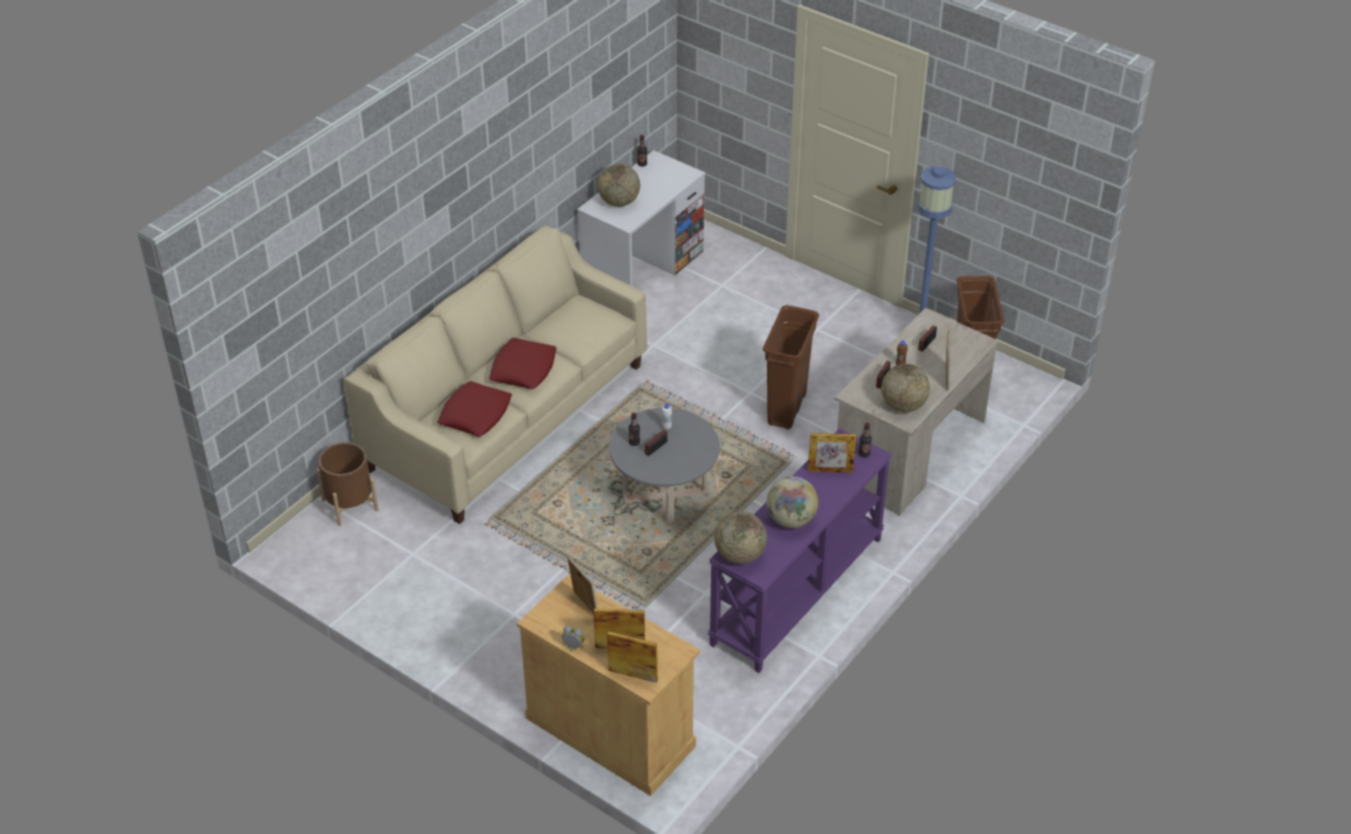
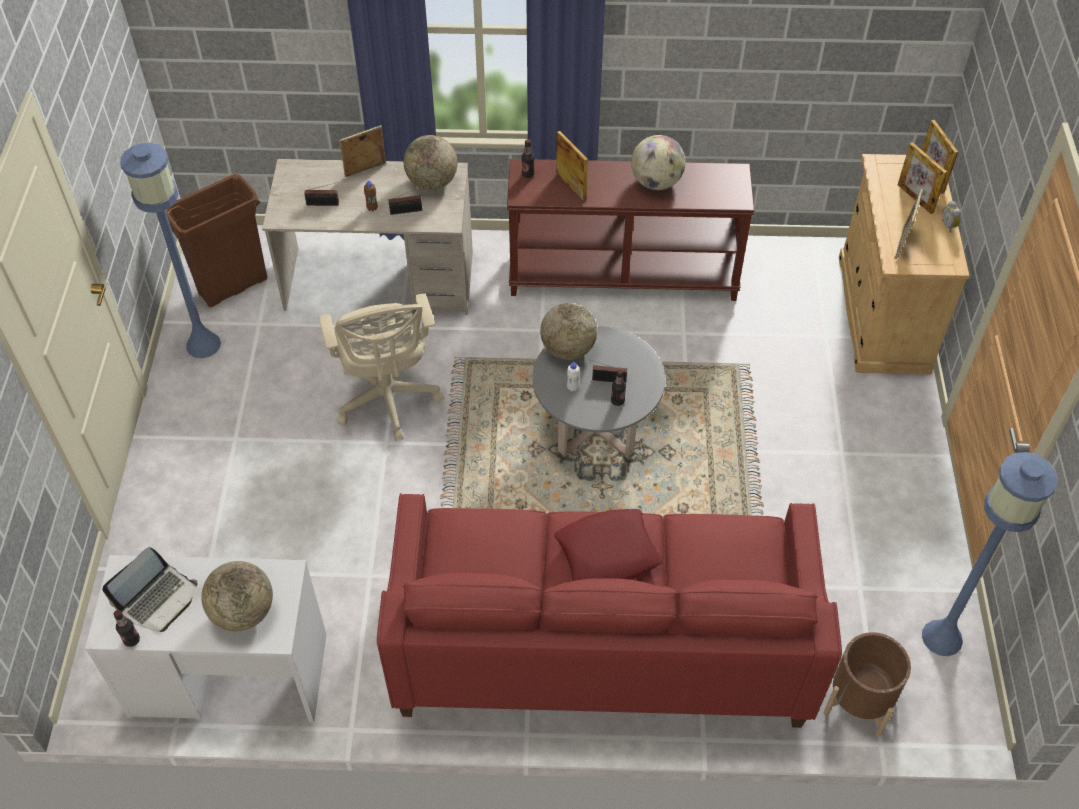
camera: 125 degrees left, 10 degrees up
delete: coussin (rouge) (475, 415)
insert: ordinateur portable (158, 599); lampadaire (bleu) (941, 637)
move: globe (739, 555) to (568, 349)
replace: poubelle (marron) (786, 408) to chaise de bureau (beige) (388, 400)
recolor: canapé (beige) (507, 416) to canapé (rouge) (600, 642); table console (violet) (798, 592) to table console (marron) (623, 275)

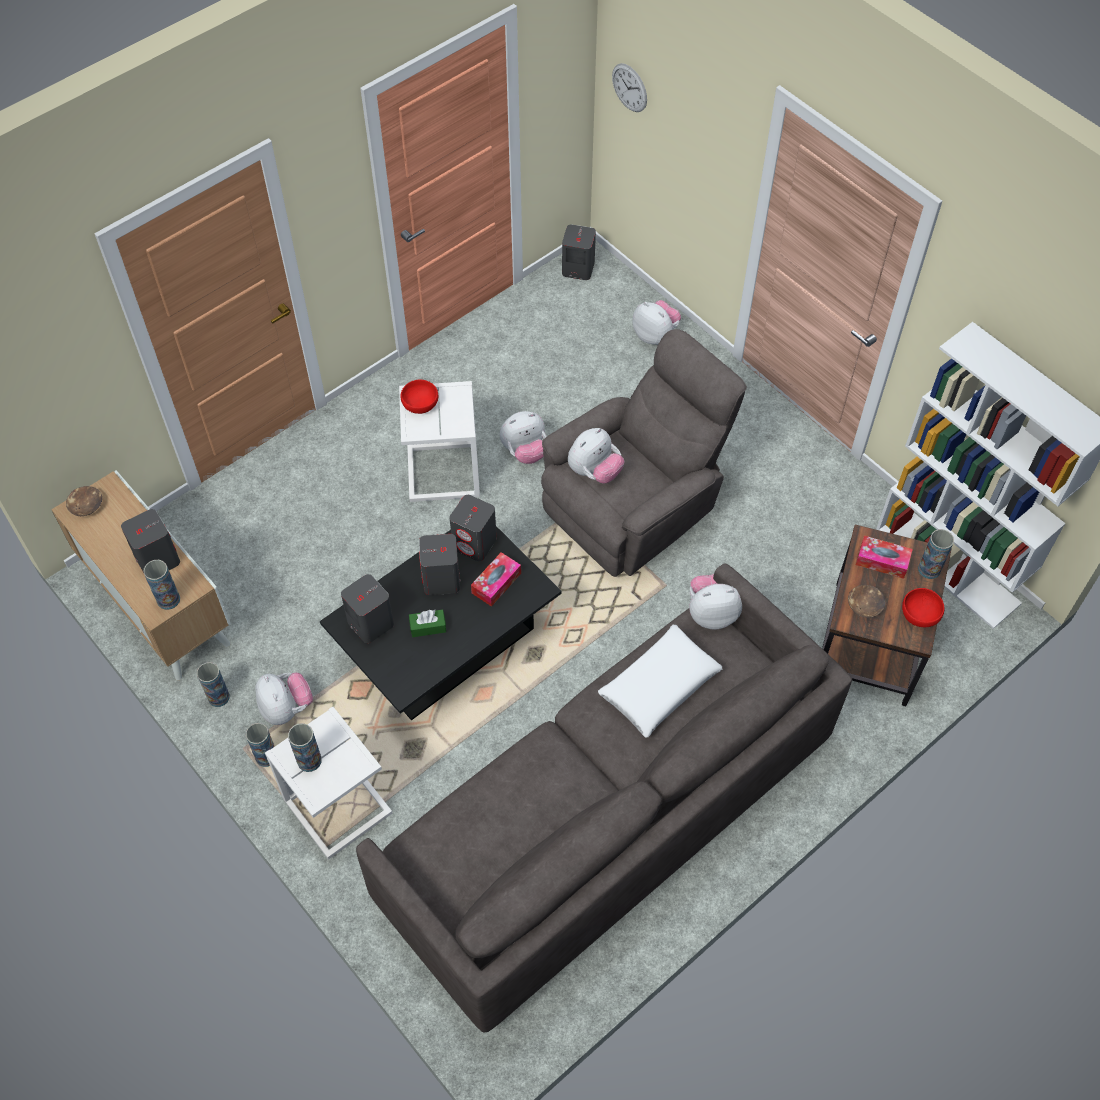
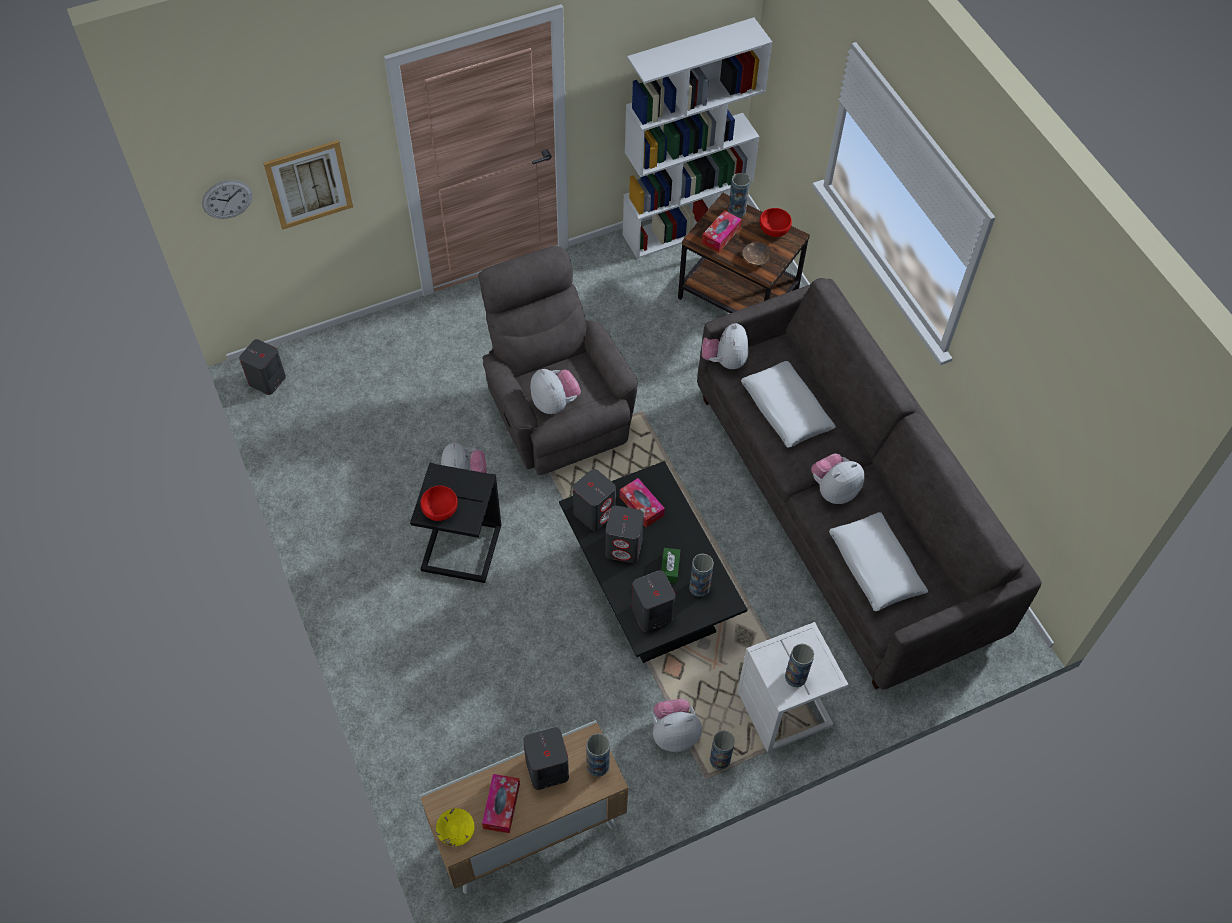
camera: 75 degrees left, 0 degrees up
insert: tableau (309, 184); boîte à mouchoirs (501, 806); coussin (blanc) (875, 566)
move: vase (218, 697) to (699, 587); peluche (655, 335) to (834, 490)
recolor: bol (marron) (86, 505) to bol (jaune) (455, 830); table d'appoint (blanc) (441, 472) to table d'appoint (noir) (460, 549)

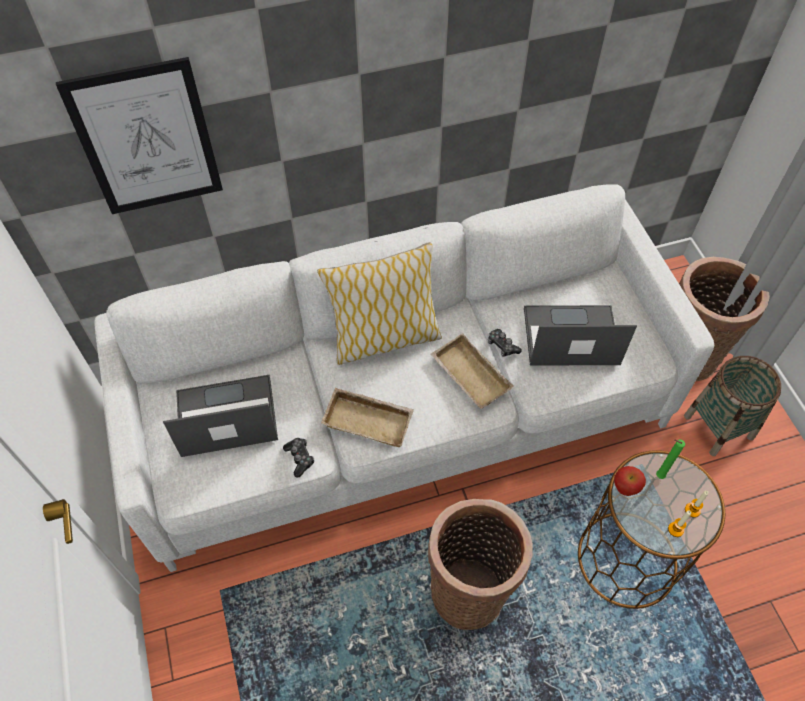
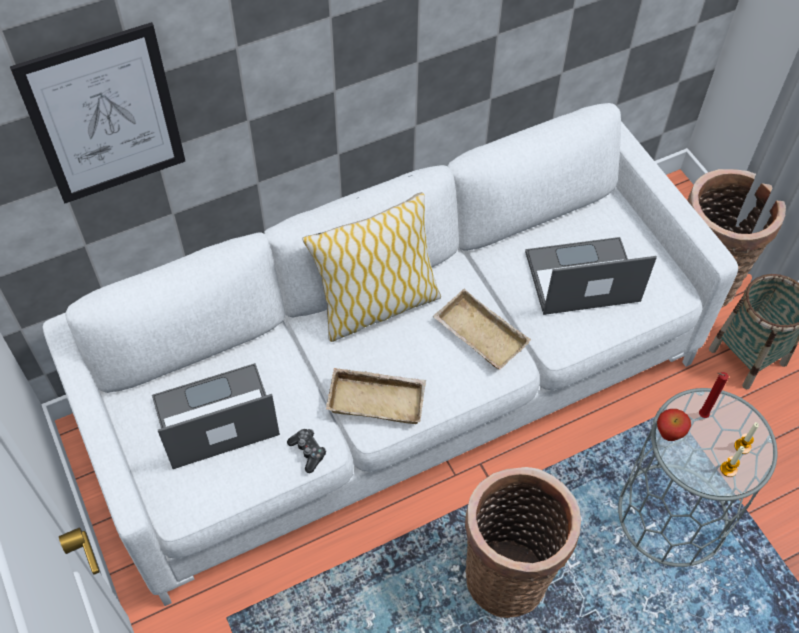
camera: 10 degrees left, 0 degrees up
delete: manette (502, 346)
recolor: table d'appoint (marron) (627, 559) to table d'appoint (gris) (673, 515); bougie (vert) (658, 476) to bougie (rouge) (701, 415)

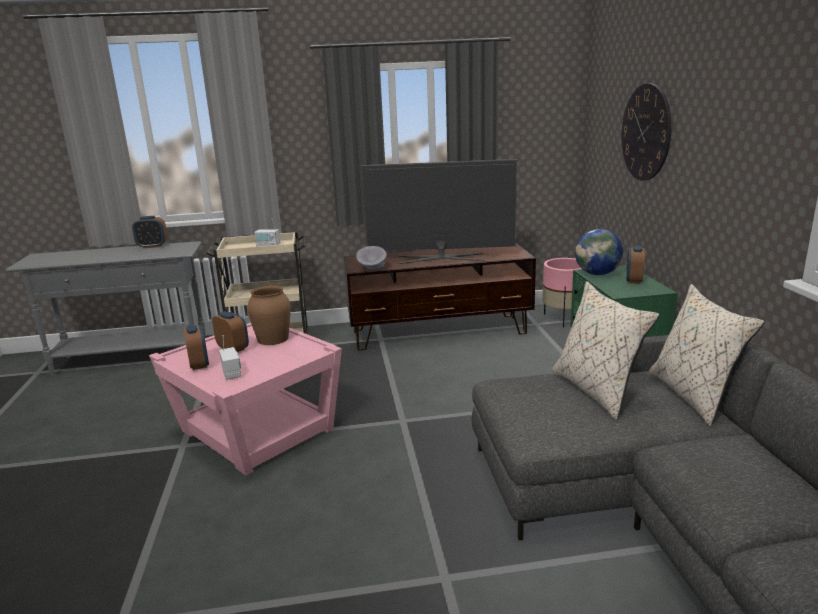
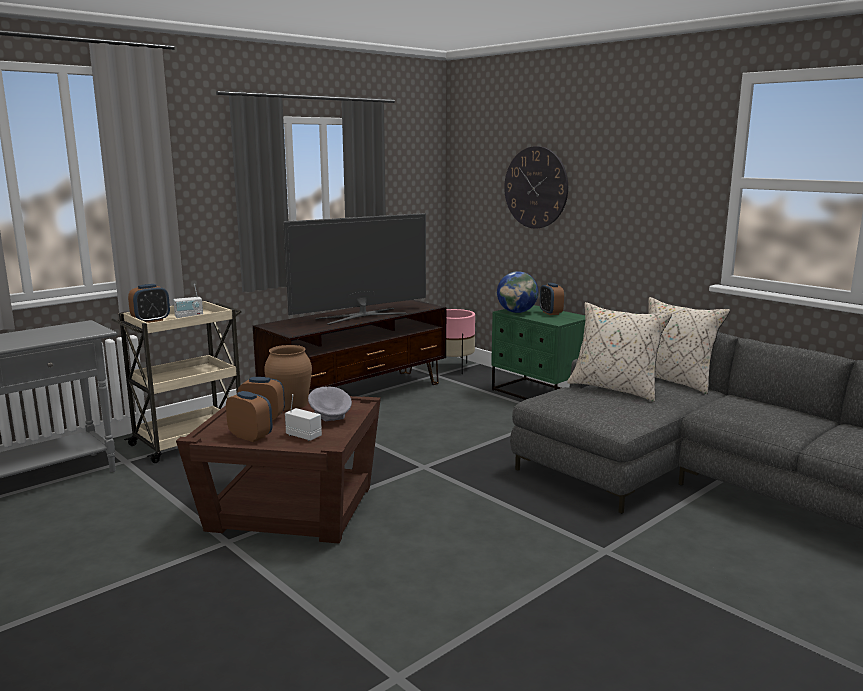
camera: 35 degrees left, 5 degrees down
move: réveil (152, 246) to (151, 321); bol (gris) (372, 269) to (331, 420)
recolor: table d'appoint (rose) (256, 430) to table d'appoint (marron) (291, 509)

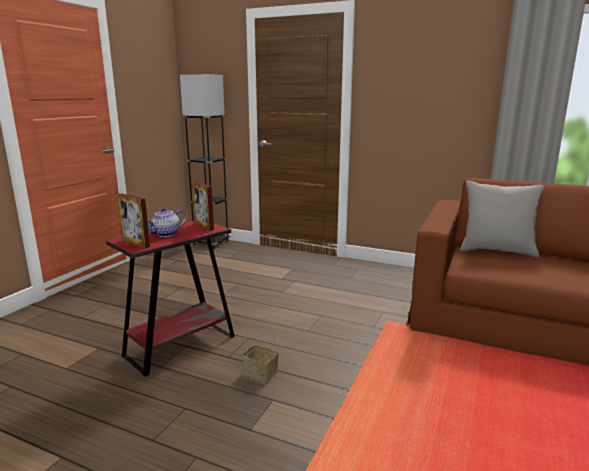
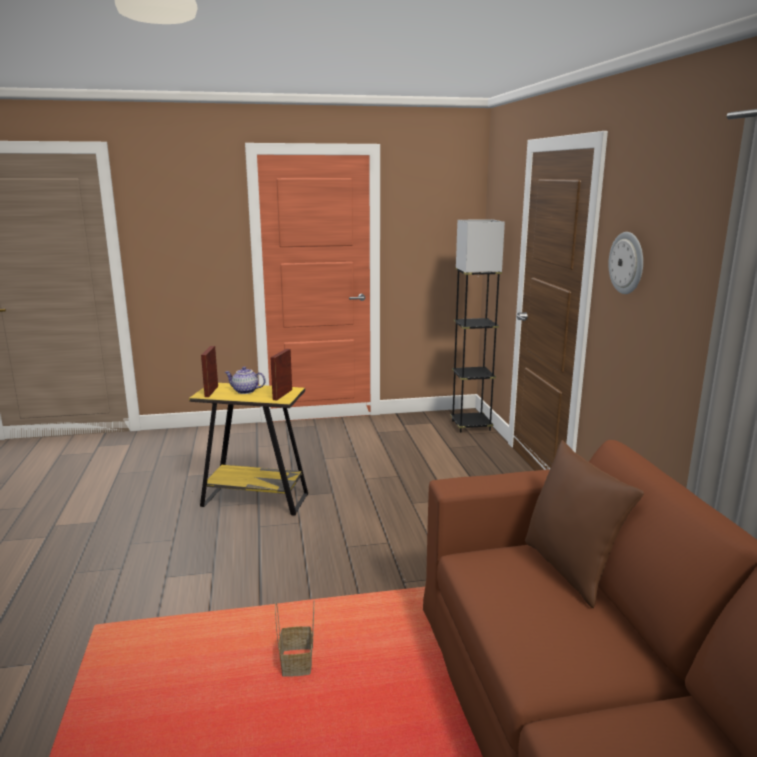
camera: 55 degrees right, 0 degrees up
insert: horloge murale (627, 263)
move: panier (262, 372) to (297, 665)
recolor: table d'appoint (rouge) (180, 346) to table d'appoint (jaune) (255, 500); coussin (gris) (497, 250) to coussin (marron) (571, 569)

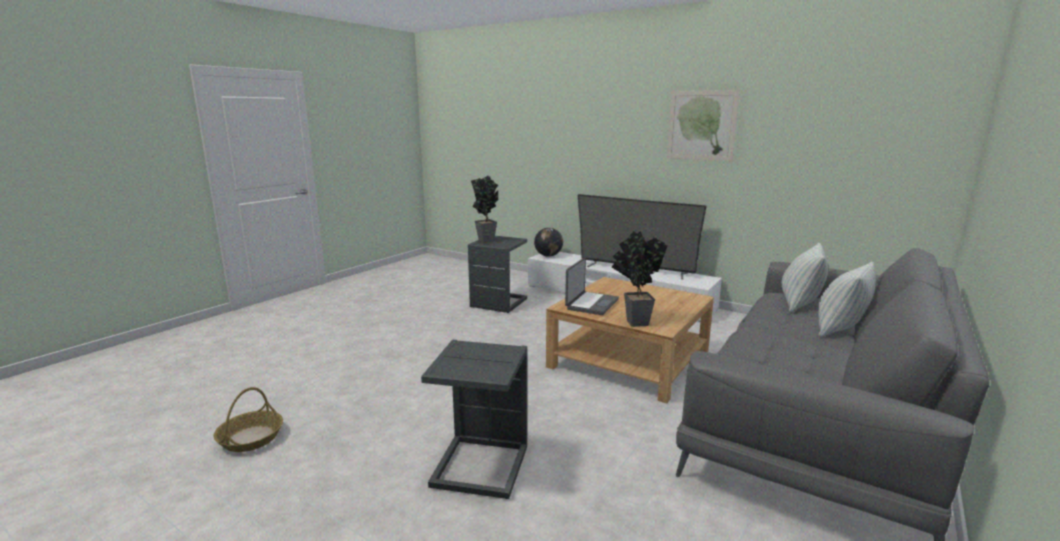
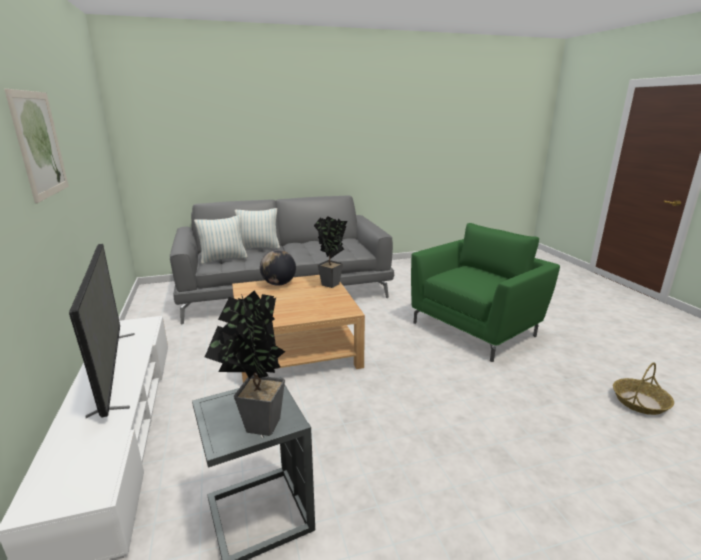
camera: 140 degrees left, 5 degrees up
delete: ordinateur portable (591, 304)
move: globe (548, 256) to (278, 284)
replace: table d'appoint (gris) (478, 468) to fauteuil (vert) (475, 329)

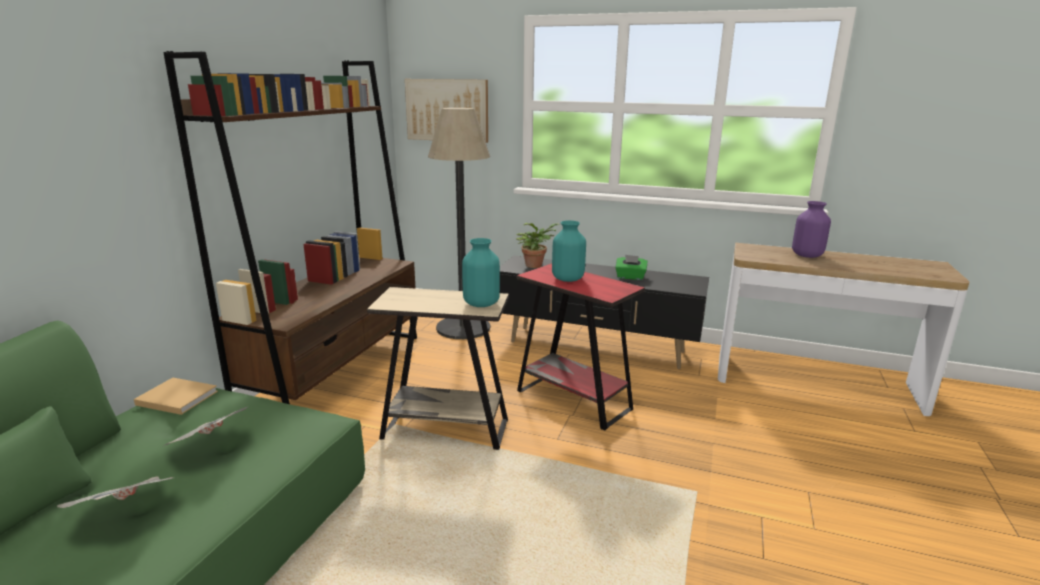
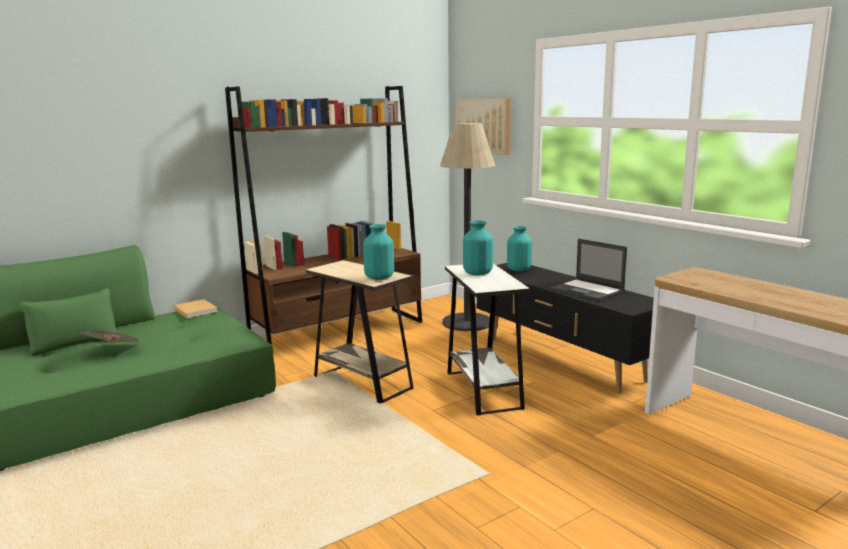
camera: 35 degrees right, 5 degrees down
delete: journal (209, 445); vase (violet) (807, 255)
replace: plante en pot (535, 265) to vase (turquoise) (519, 270); boîte à mouchoirs (vert) (630, 277) to ordinateur portable (588, 290)
recolor: table d'appoint (rouge) (573, 400) to table d'appoint (blanc) (483, 390)

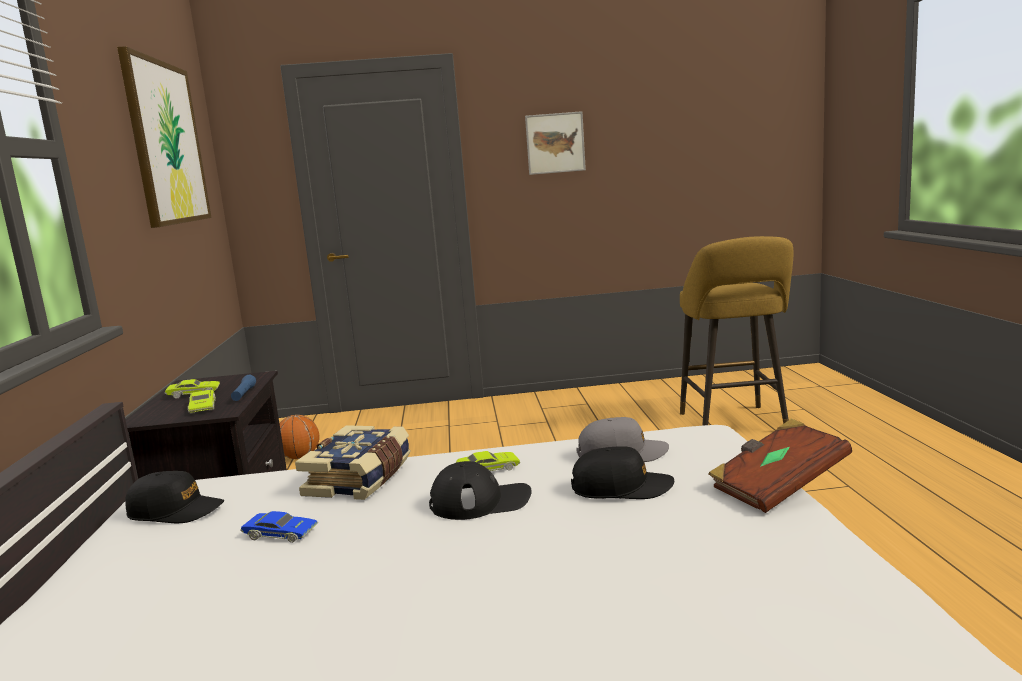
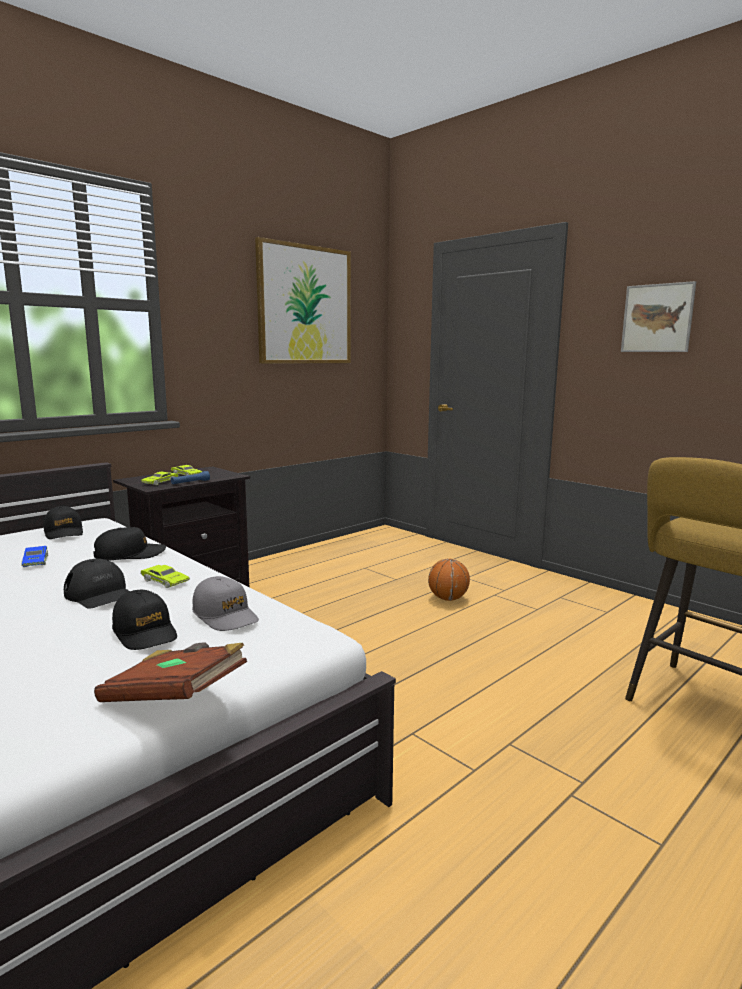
camera: 50 degrees right, 0 degrees up
move: ballon de basket (300, 457) to (448, 599)
replace: livre (361, 479) to casquette (noir) (130, 554)

